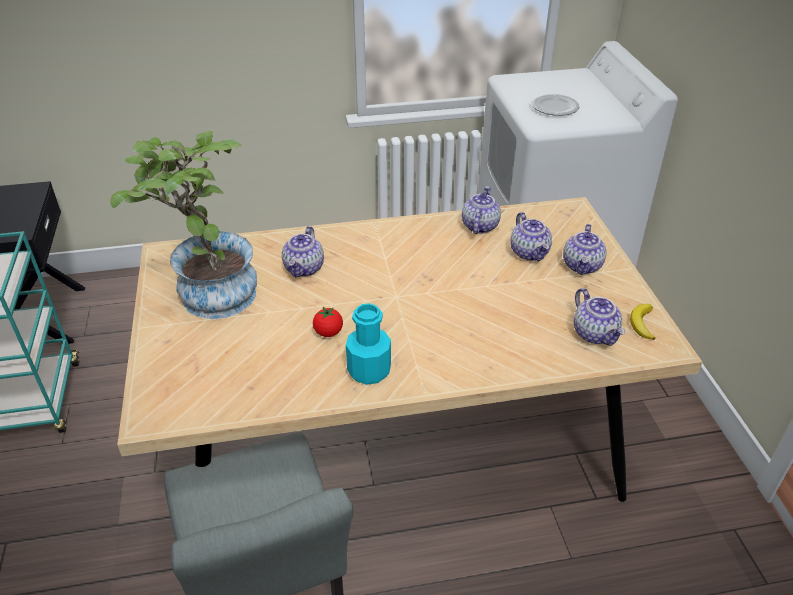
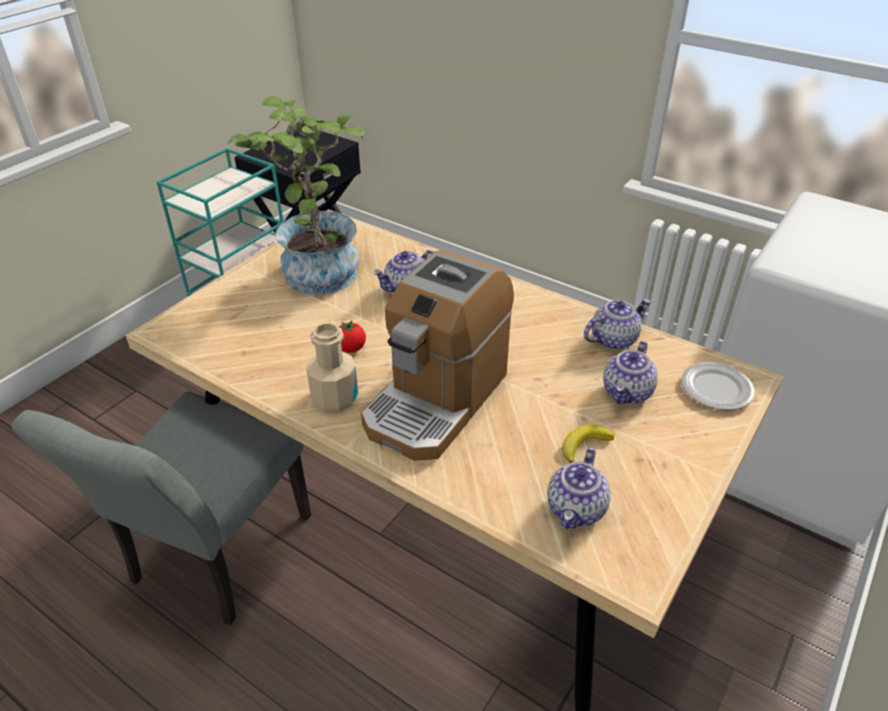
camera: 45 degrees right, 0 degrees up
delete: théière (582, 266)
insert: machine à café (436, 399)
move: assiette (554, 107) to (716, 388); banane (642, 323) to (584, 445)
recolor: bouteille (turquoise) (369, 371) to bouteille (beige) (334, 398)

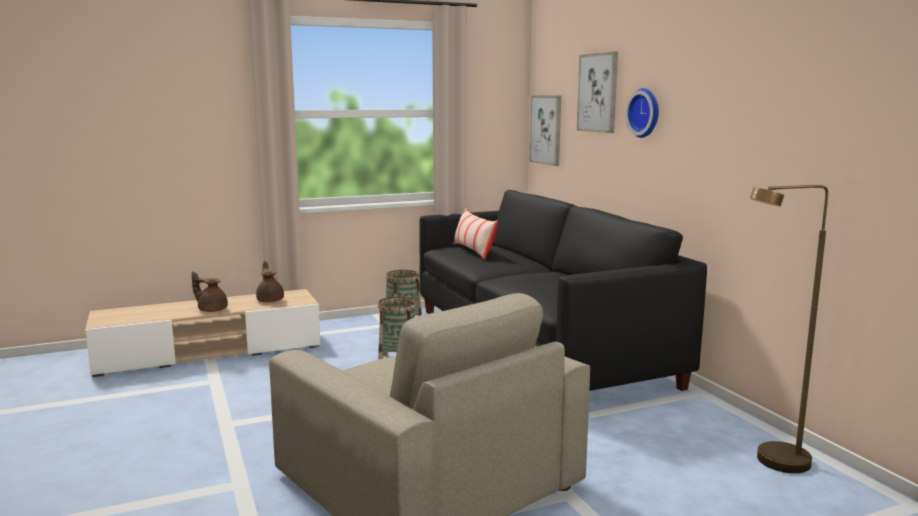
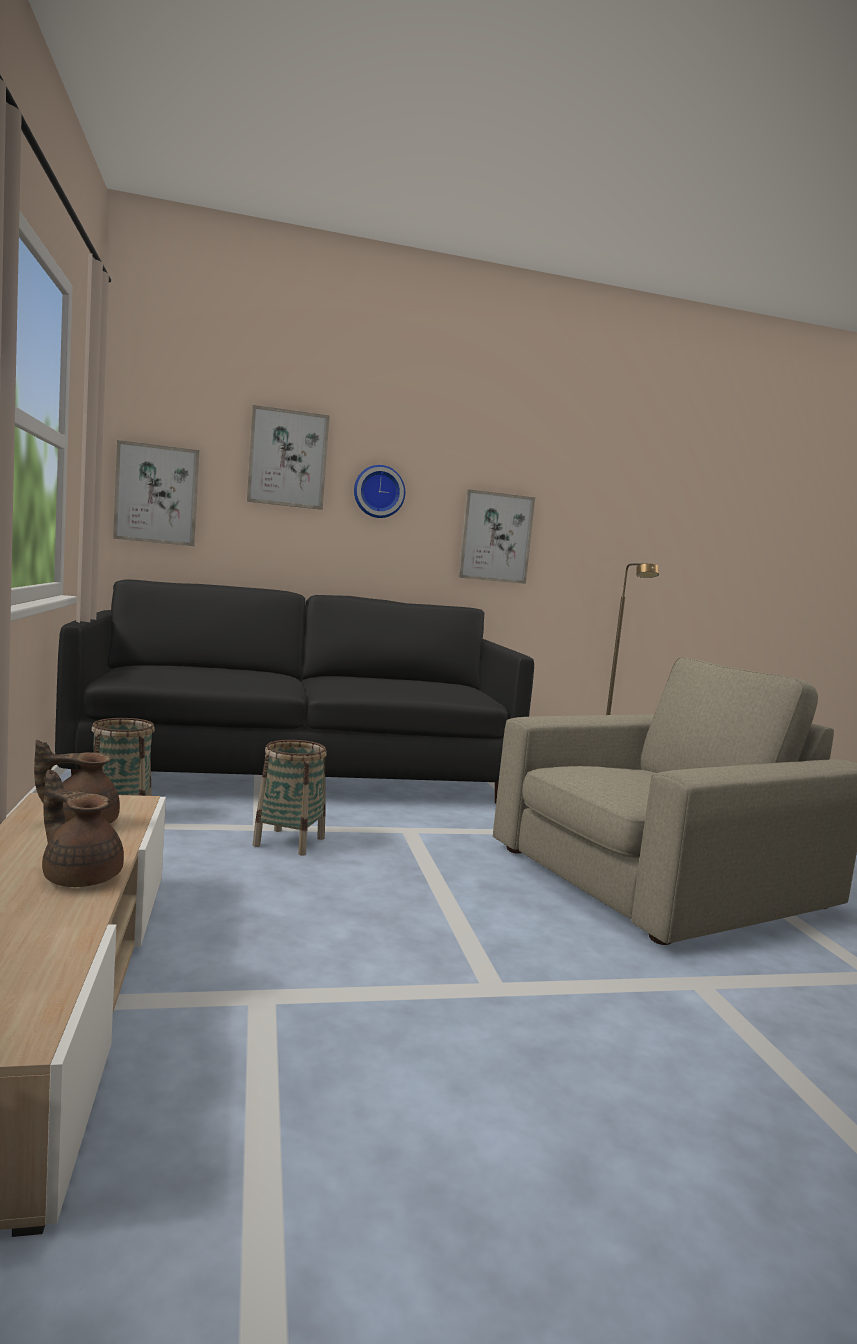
camera: 80 degrees left, 5 degrees down
delete: coussin (473, 251)
insert: tableau (496, 537)
rotate: théière (marron) (212, 309) = (80, 876) 90 degrees clockwise

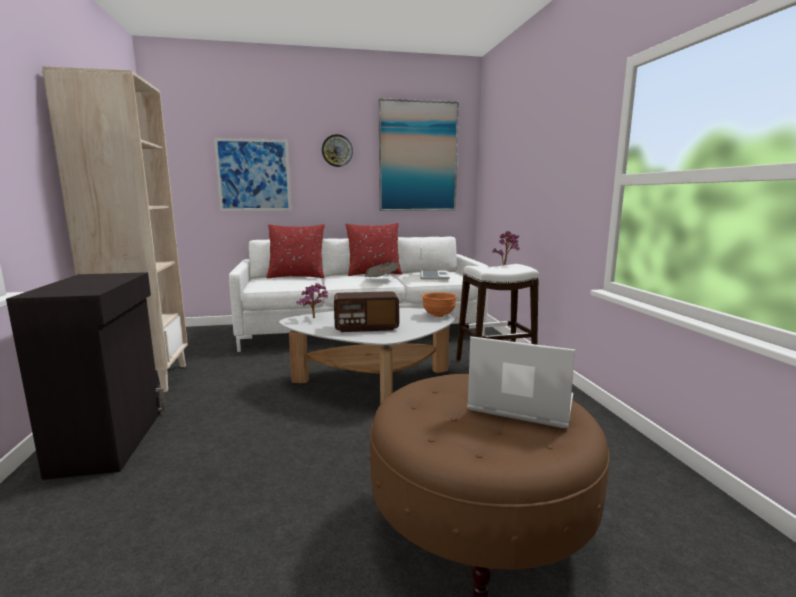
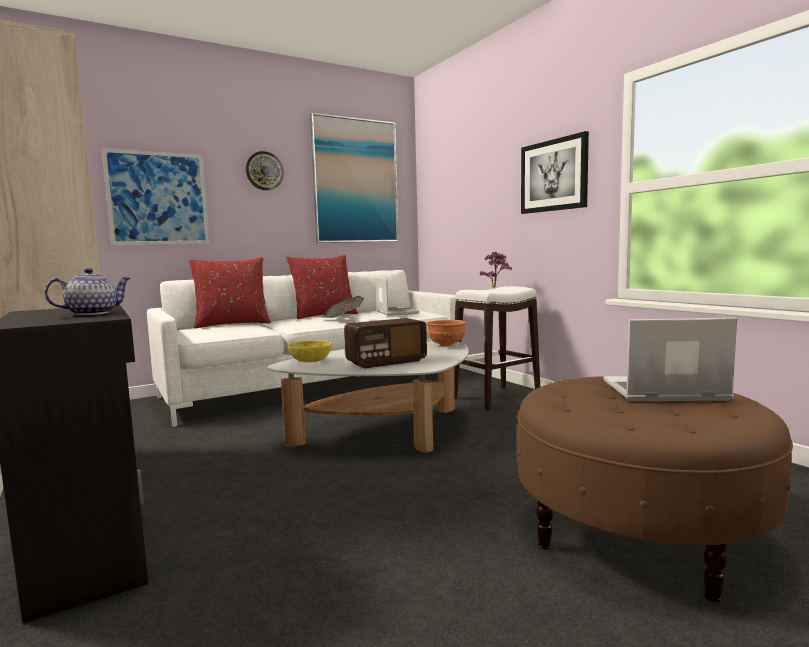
camera: 20 degrees left, 5 degrees down
insert: théière (92, 313); tableau (553, 175)
replace: plante en pot (315, 318) to bol (jaune) (310, 361)

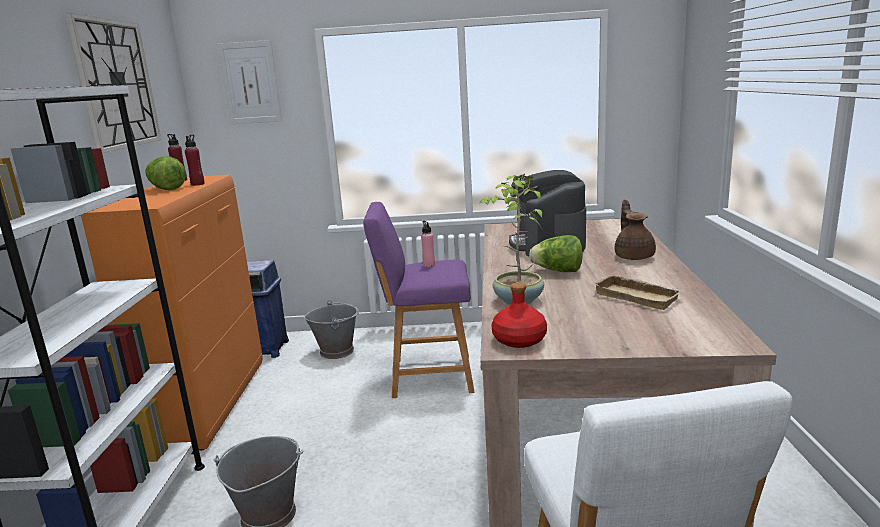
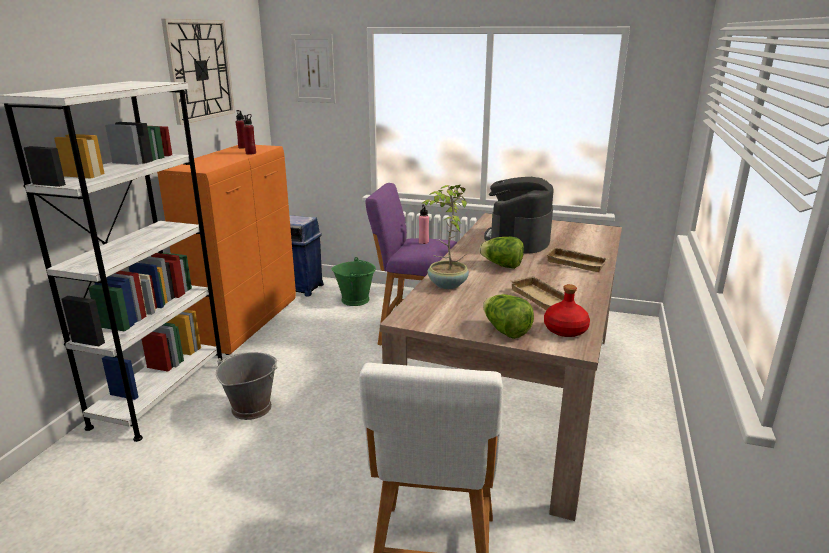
camera: 15 degrees right, 5 degrees up
move: laitue (166, 189) to (505, 331); bouteille (rouge) (519, 340) to (565, 330)
replace: théière (marron) (634, 256) to plateau (beige) (577, 263)
recolor: seau (gris) (337, 351) to seau (vert) (355, 300)

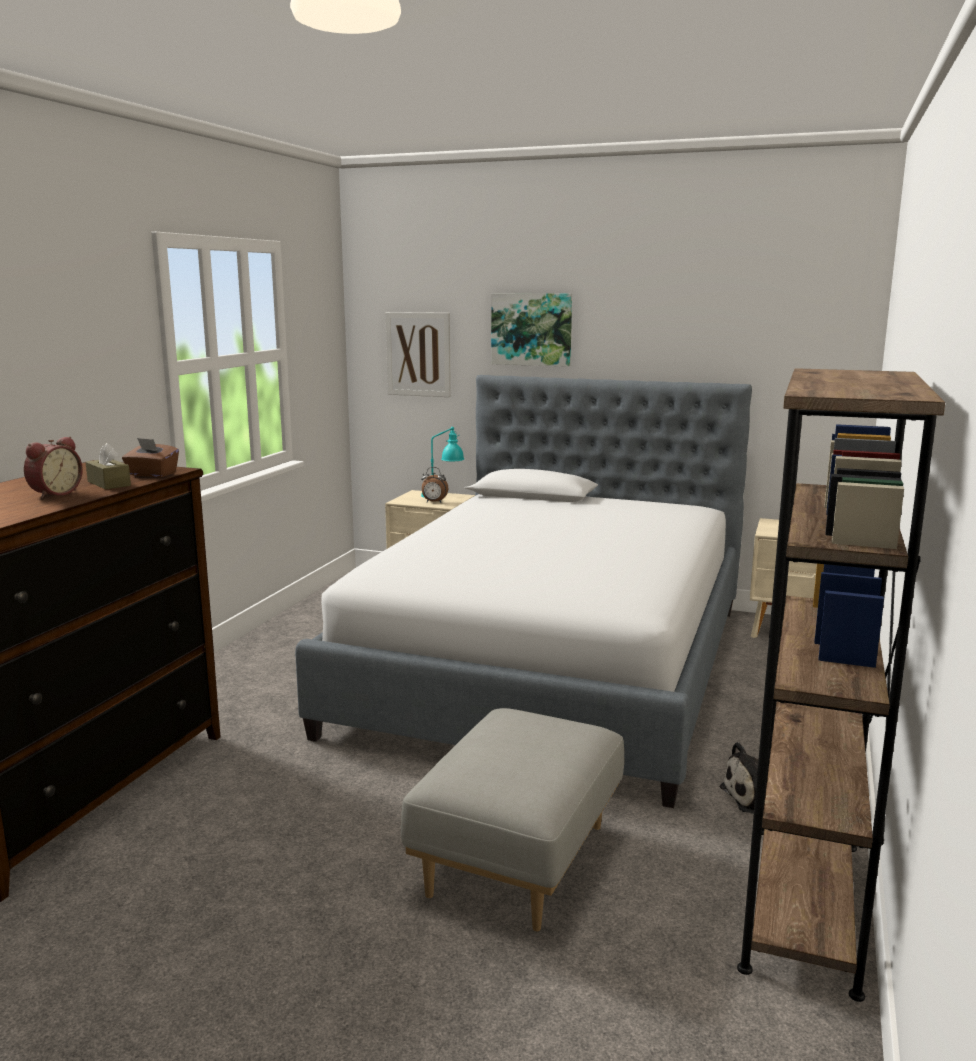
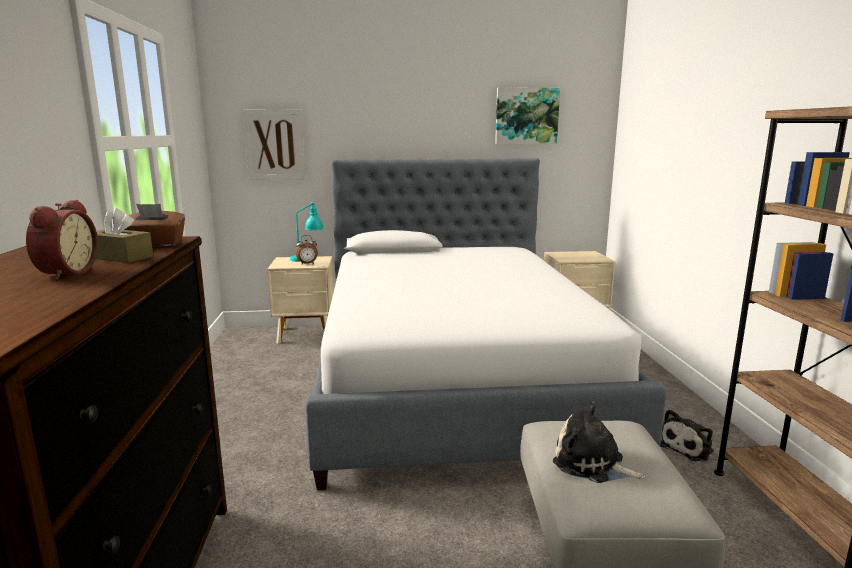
camera: 25 degrees left, 0 degrees up
insert: peluche (592, 464)
move: tableau (531, 329) to (526, 116)

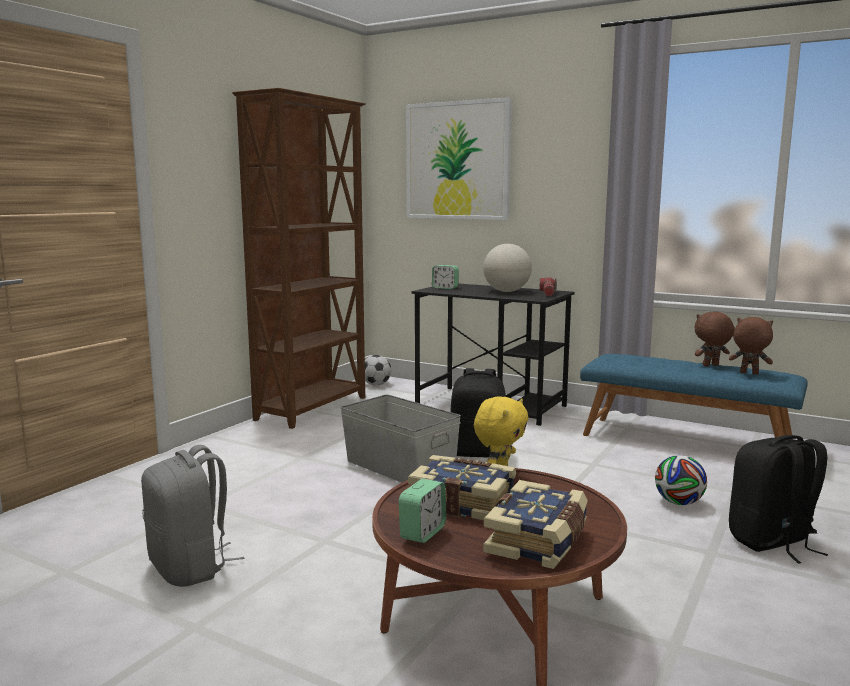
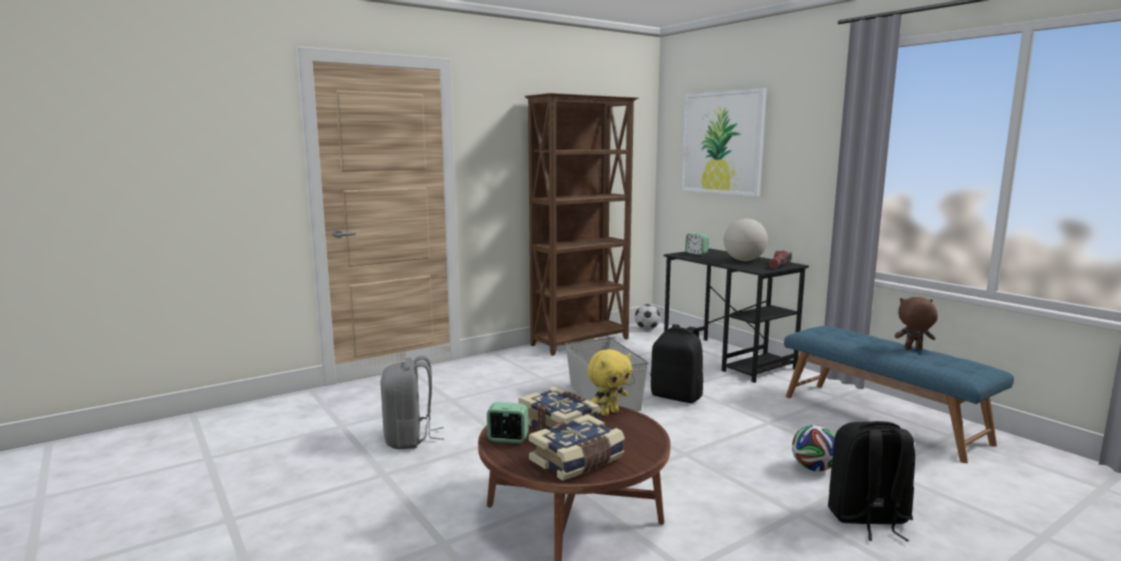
camera: 25 degrees right, 0 degrees up
delete: peluche (marron) (748, 373)
rotate: réveil (423, 532) = (508, 439) 135 degrees counterclockwise

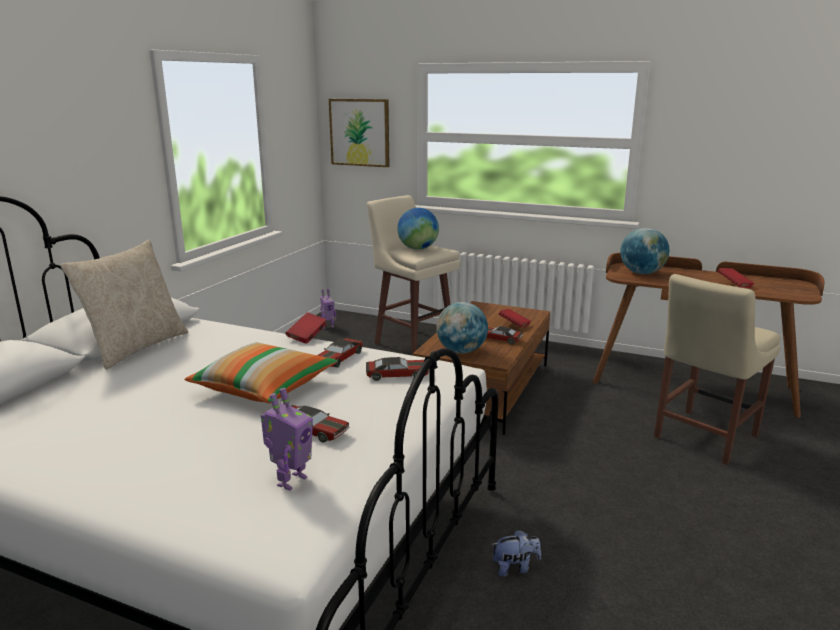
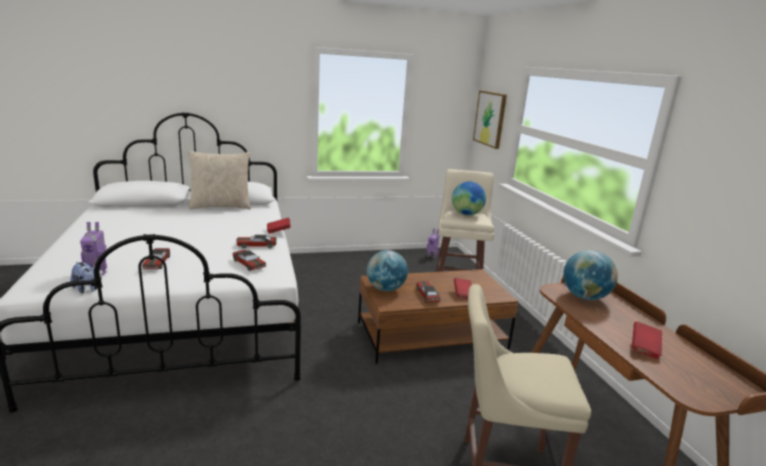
camera: 50 degrees right, 0 degrees up
delete: coussin (264, 388)
move: peluche (515, 568) to (86, 289)

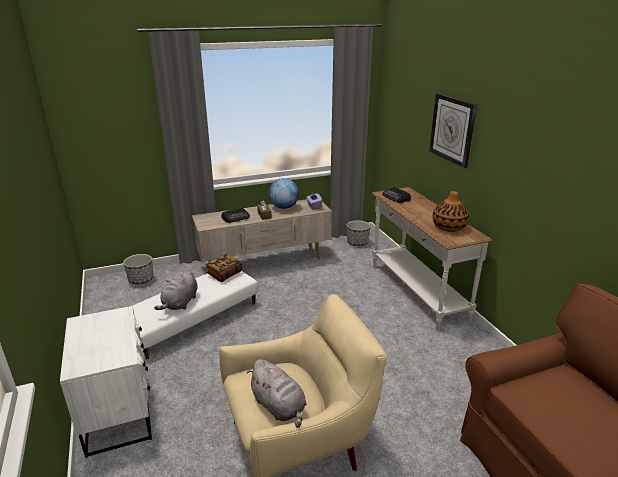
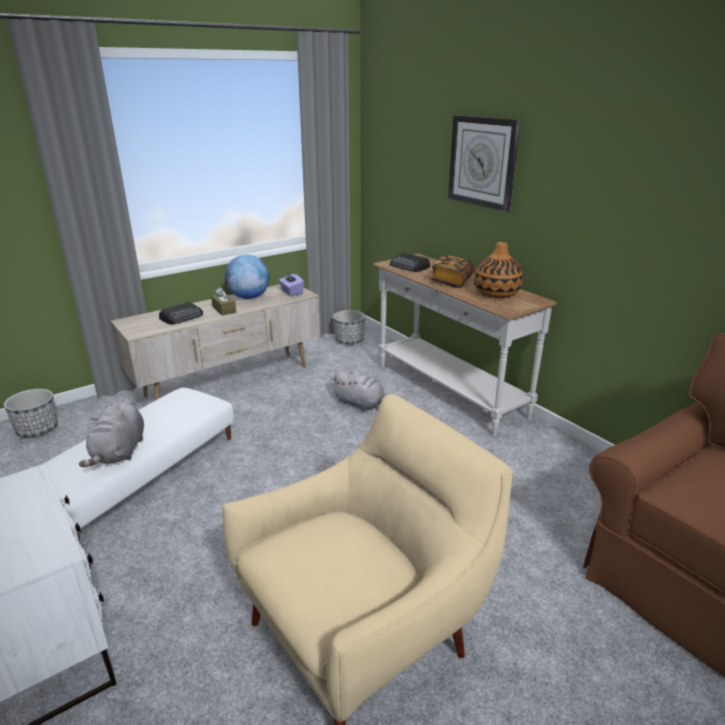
camera: 15 degrees left, 0 degrees up
move: livre (224, 274) to (451, 281); peluche (gris) (279, 407) to (360, 404)

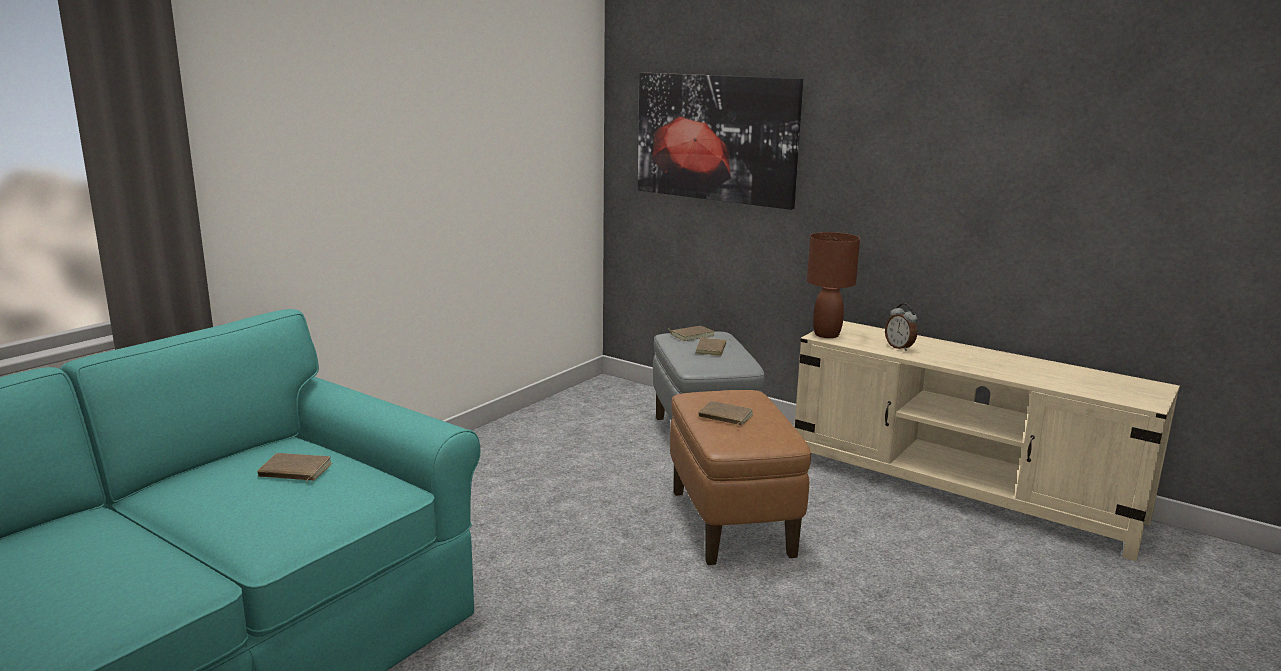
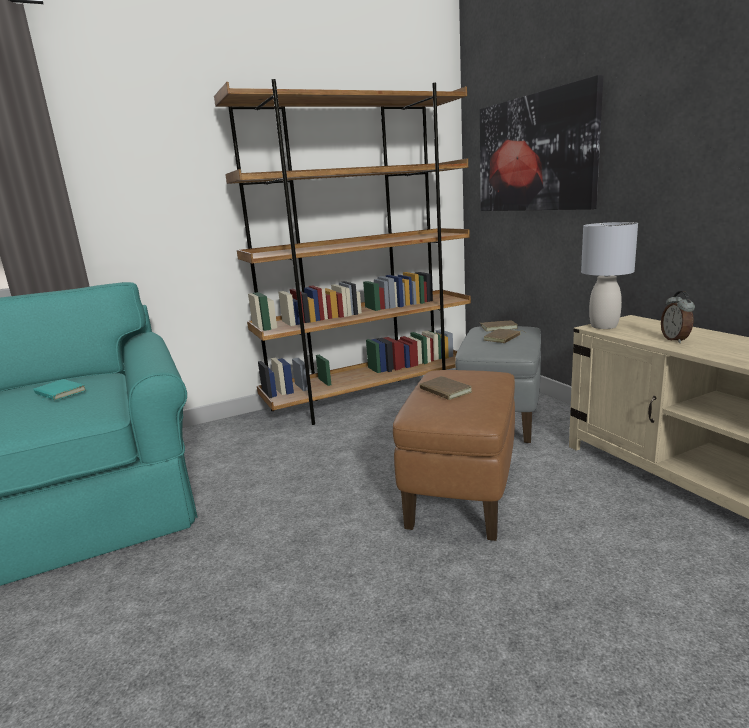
camera: 30 degrees right, 0 degrees up
insert: bibliothèque (marron) (370, 397)
recolor: livre (marron) (294, 472) to livre (turquoise) (58, 393); lampe de table (marron) (826, 334) to lampe de table (gris) (604, 326)

